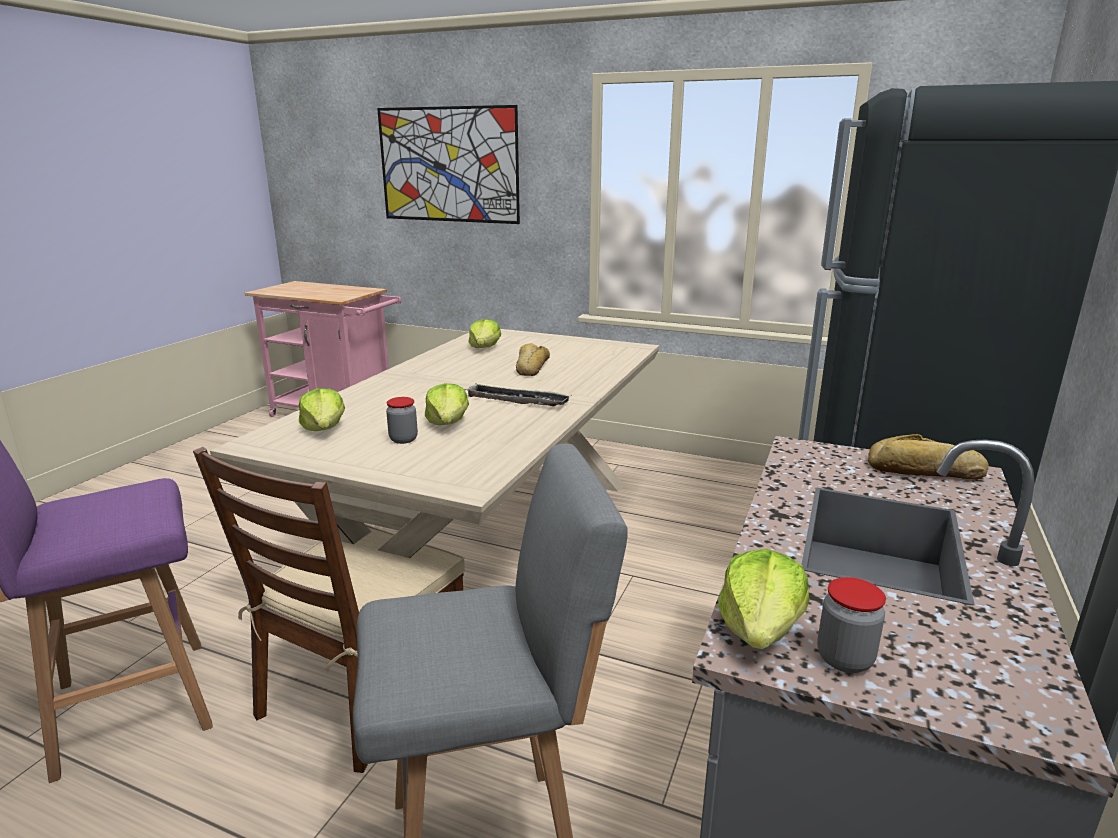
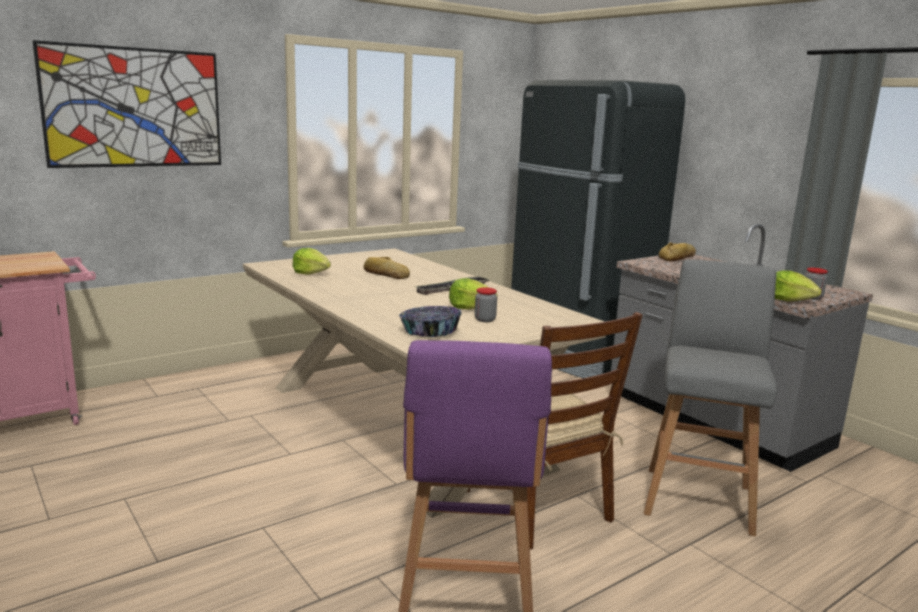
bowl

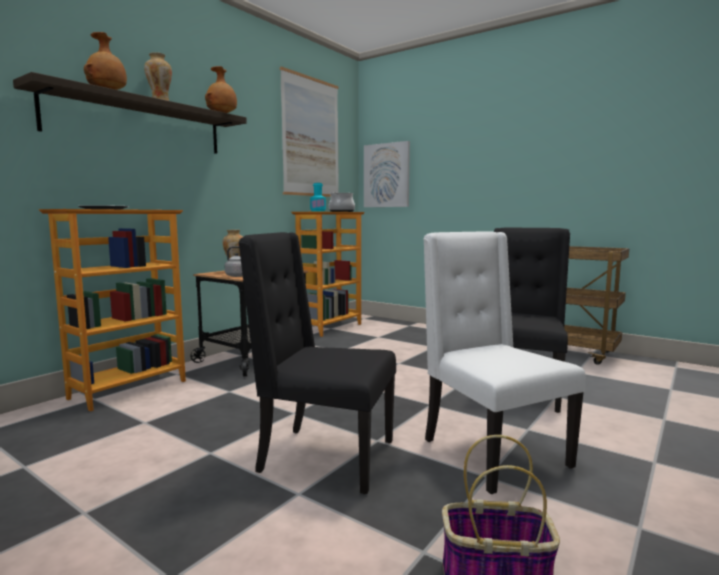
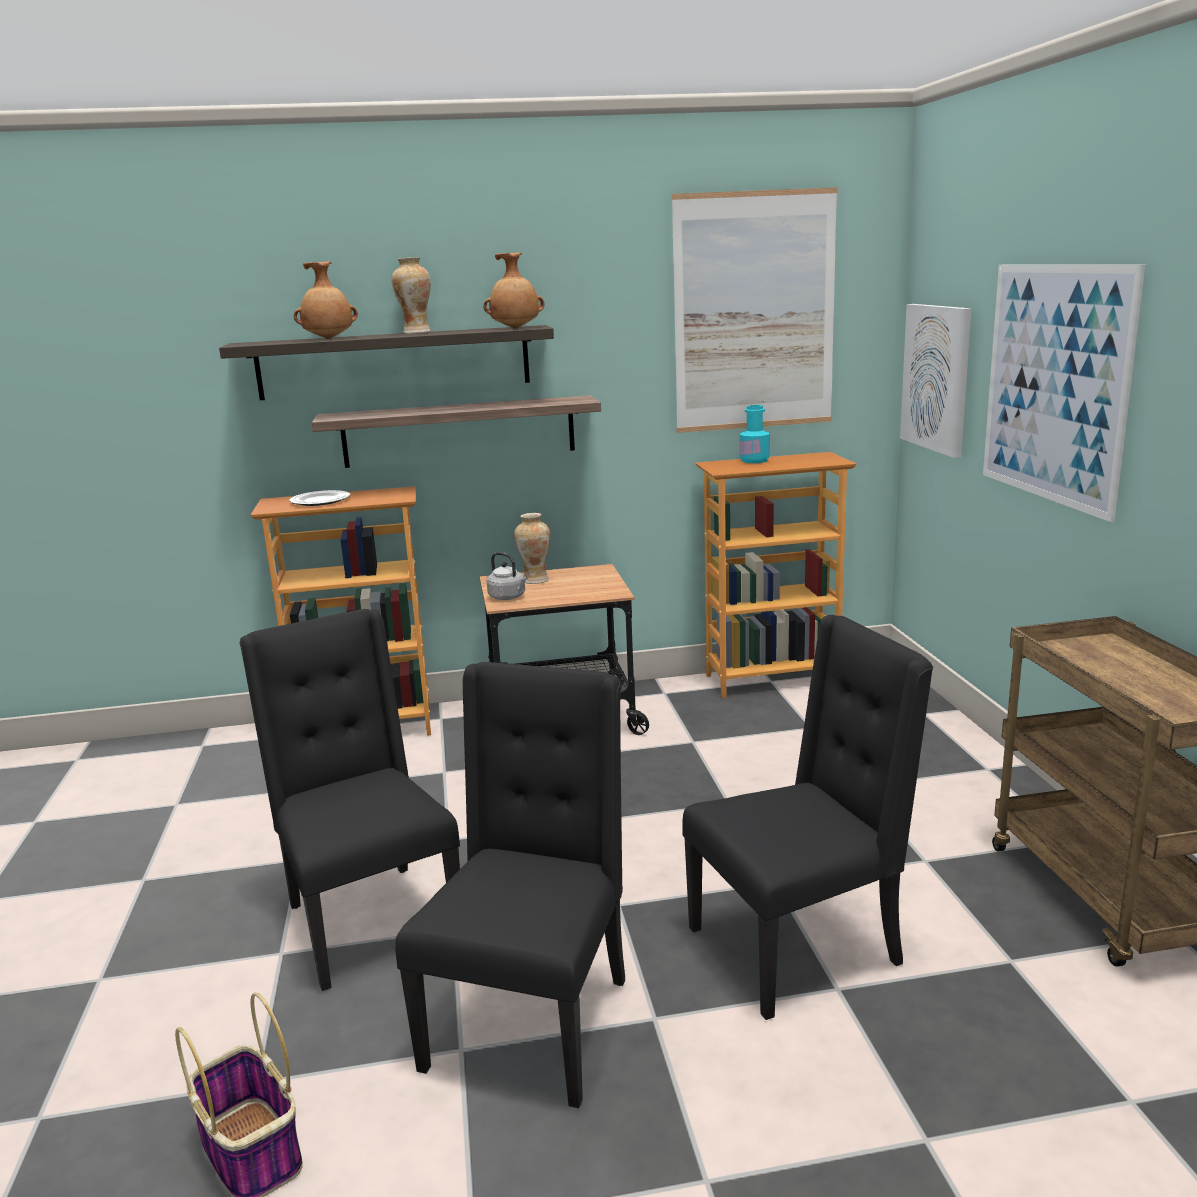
shelf (2nd from left)
black chair (2nd from left)
picture (3rd from left)
cooking pot

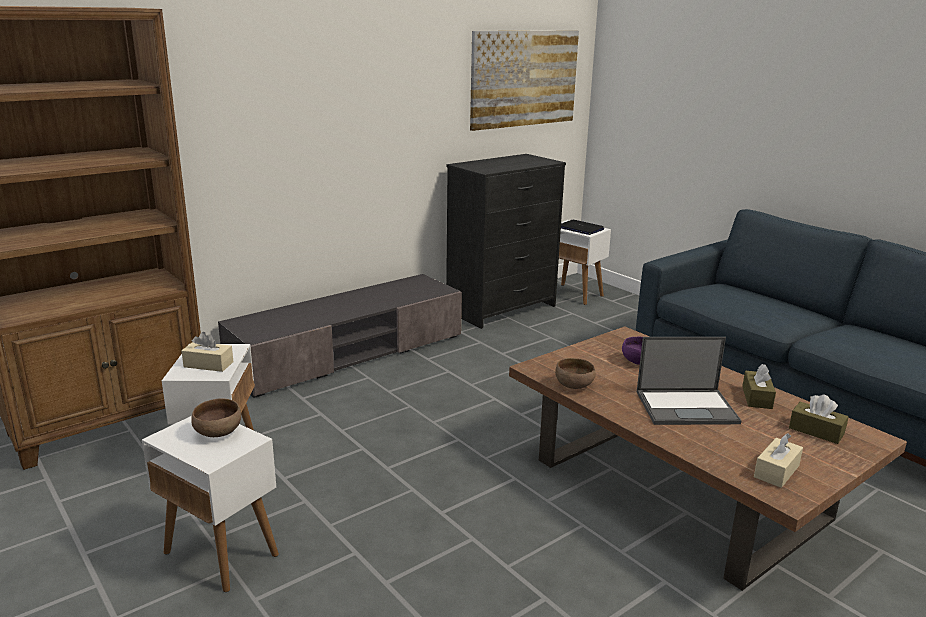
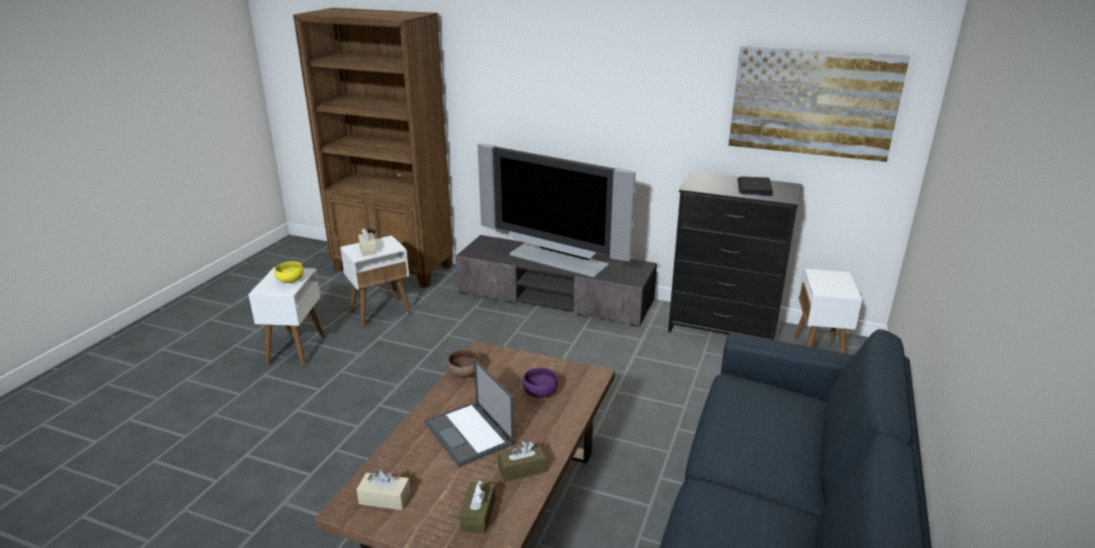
yellow bowl
television
laptop (2nd from left)

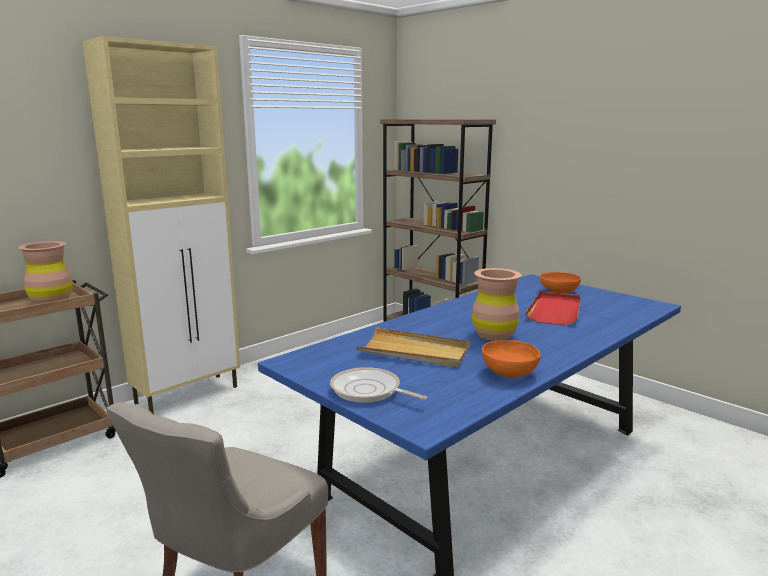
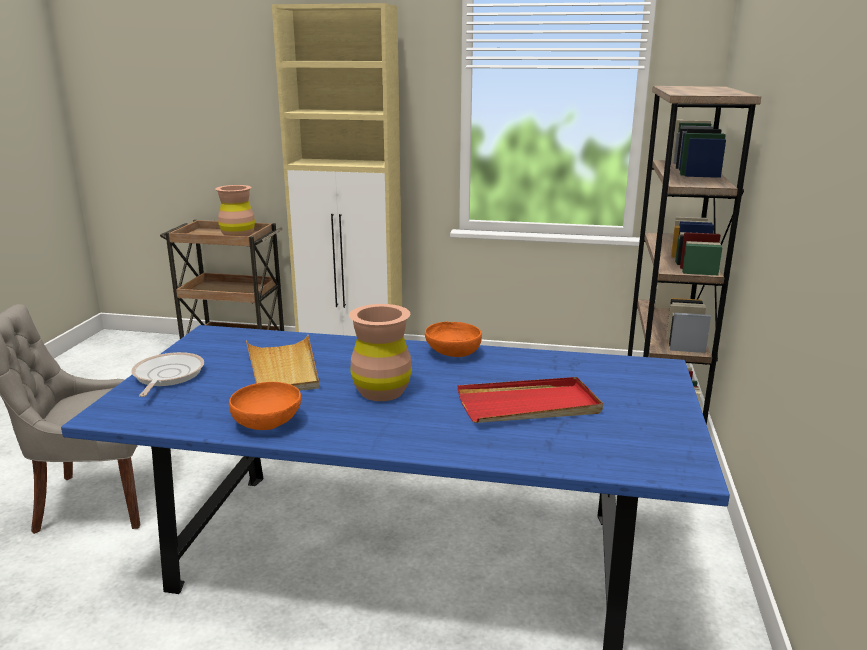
orange bowl (2nd from left)

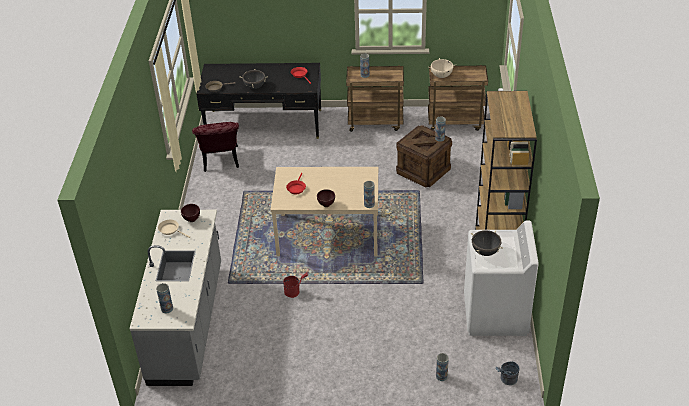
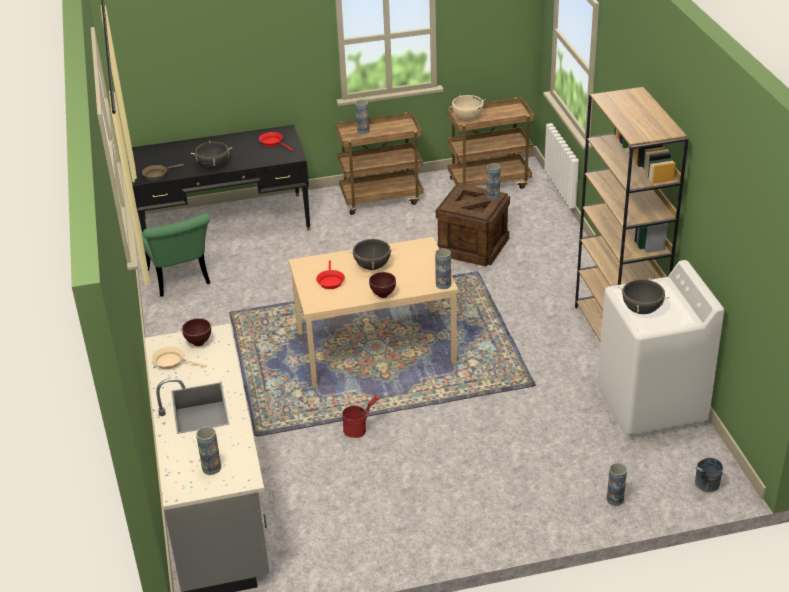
green chair
black cooking pot (2nd from left)

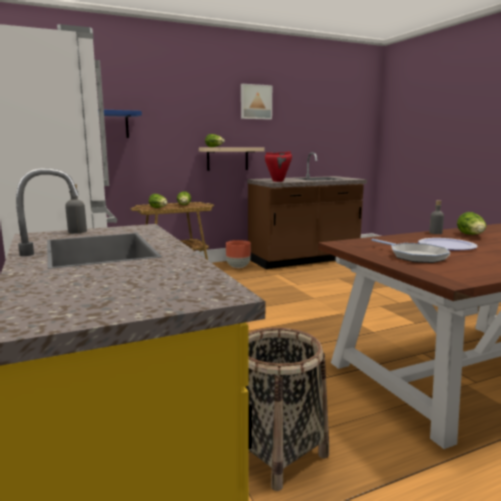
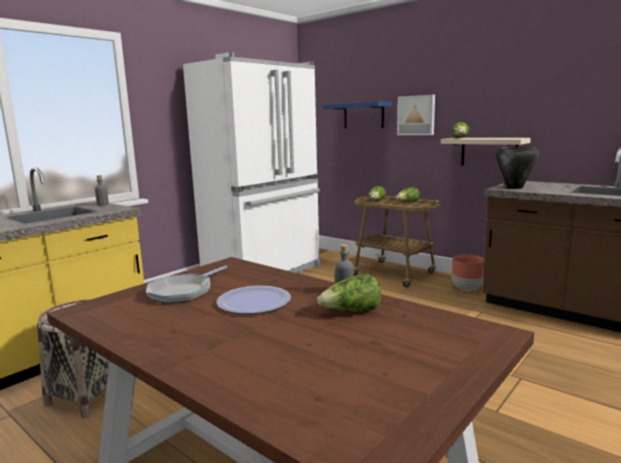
picture
black cooking pot

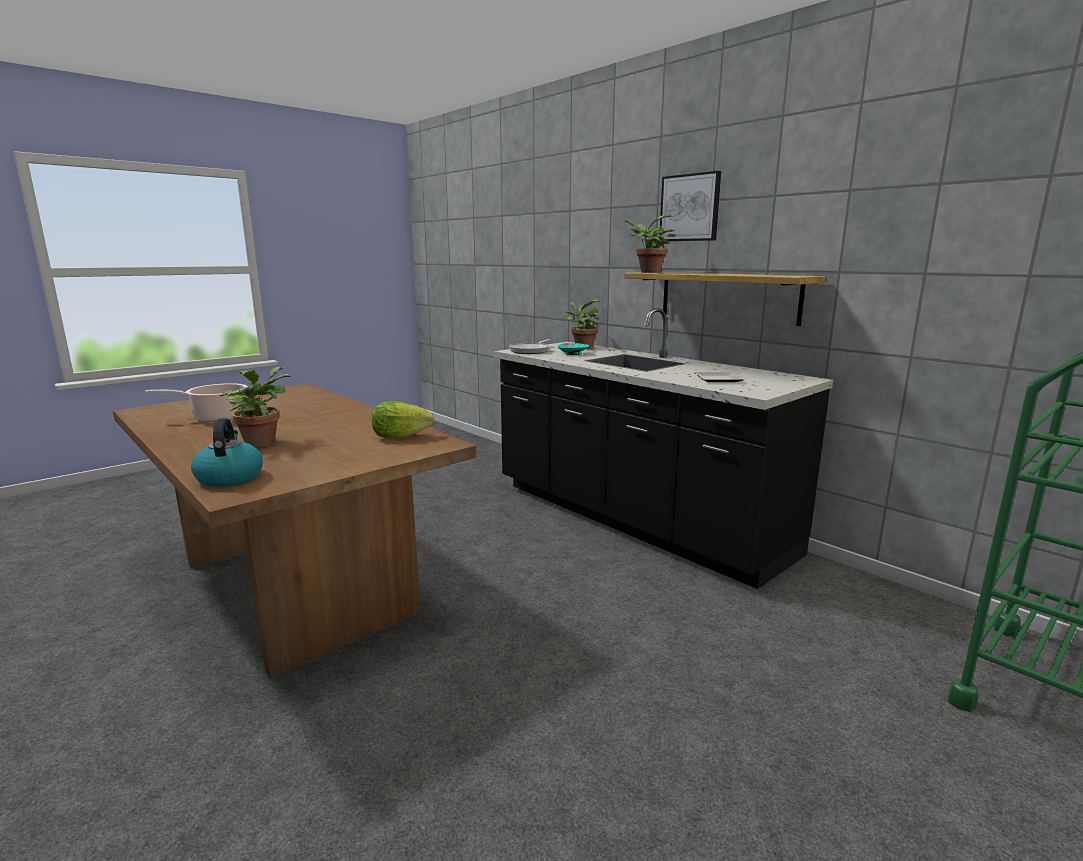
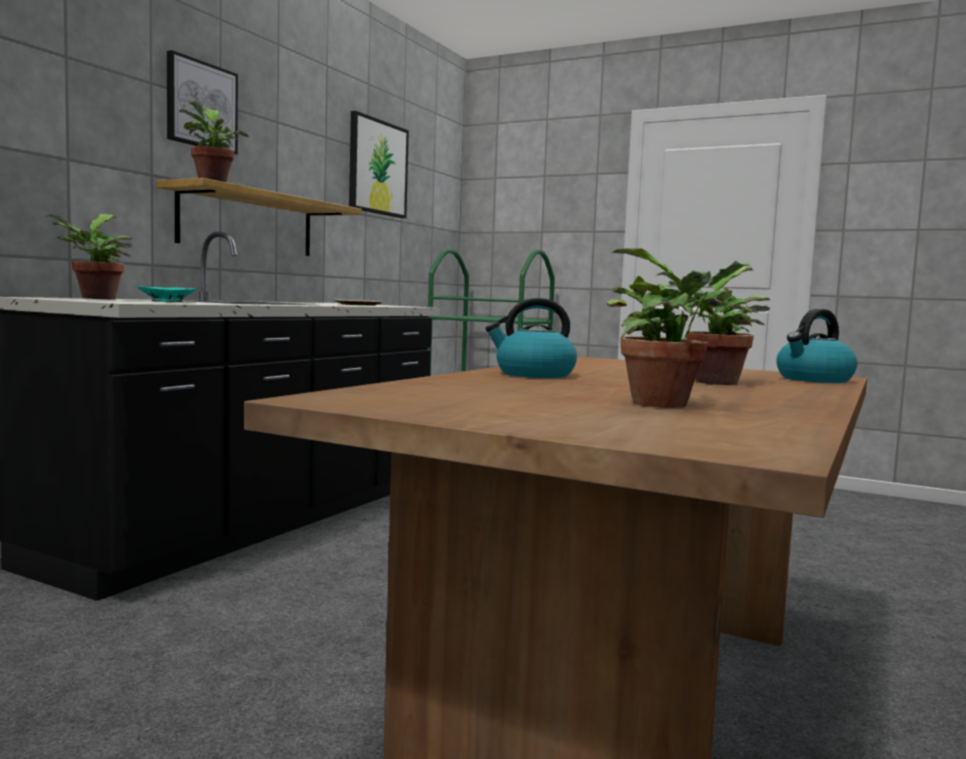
picture (2nd from left)
kettle (1st from left)
potted plant (3rd from left)
lettuce
frying pan

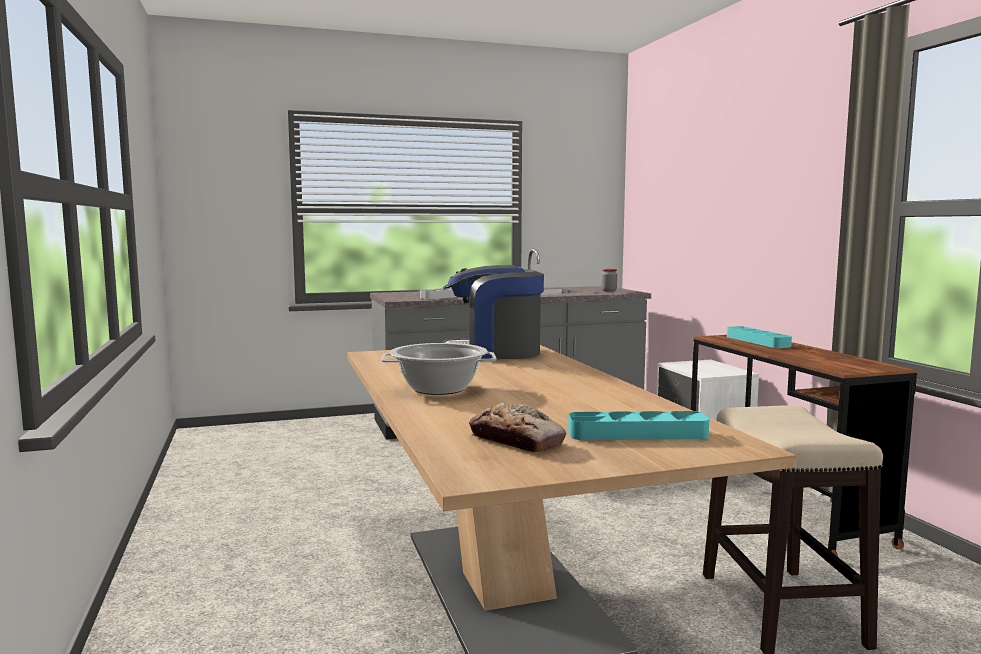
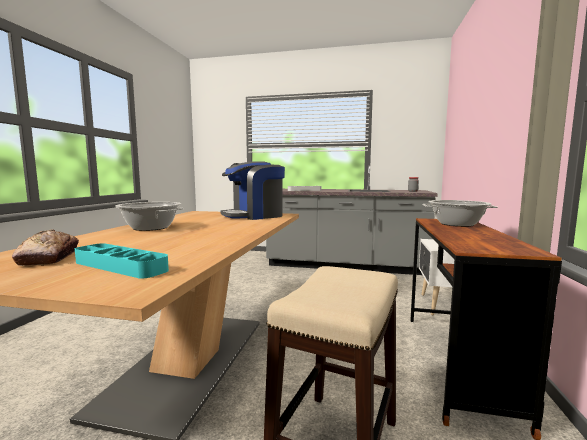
coffee machine
cooking pot (2nd from left)

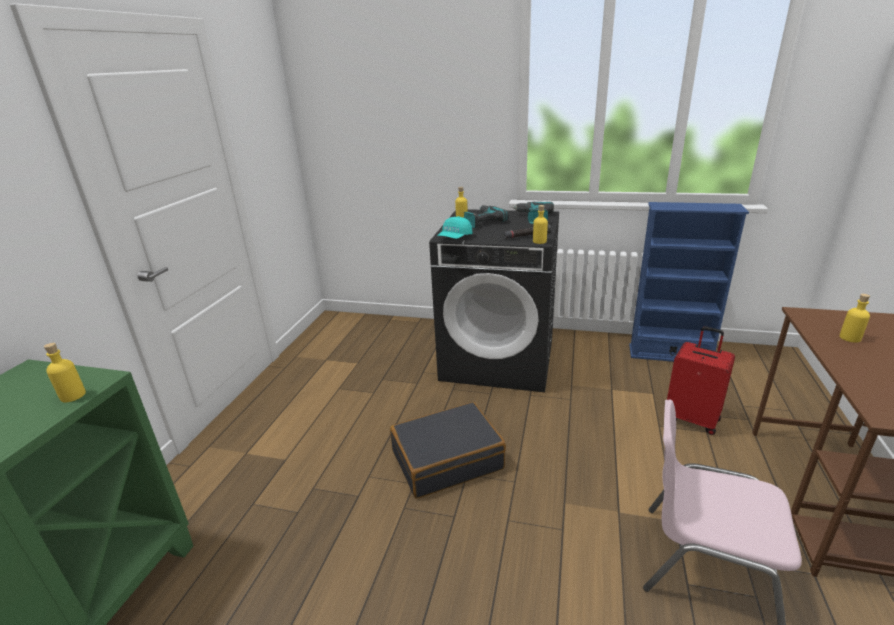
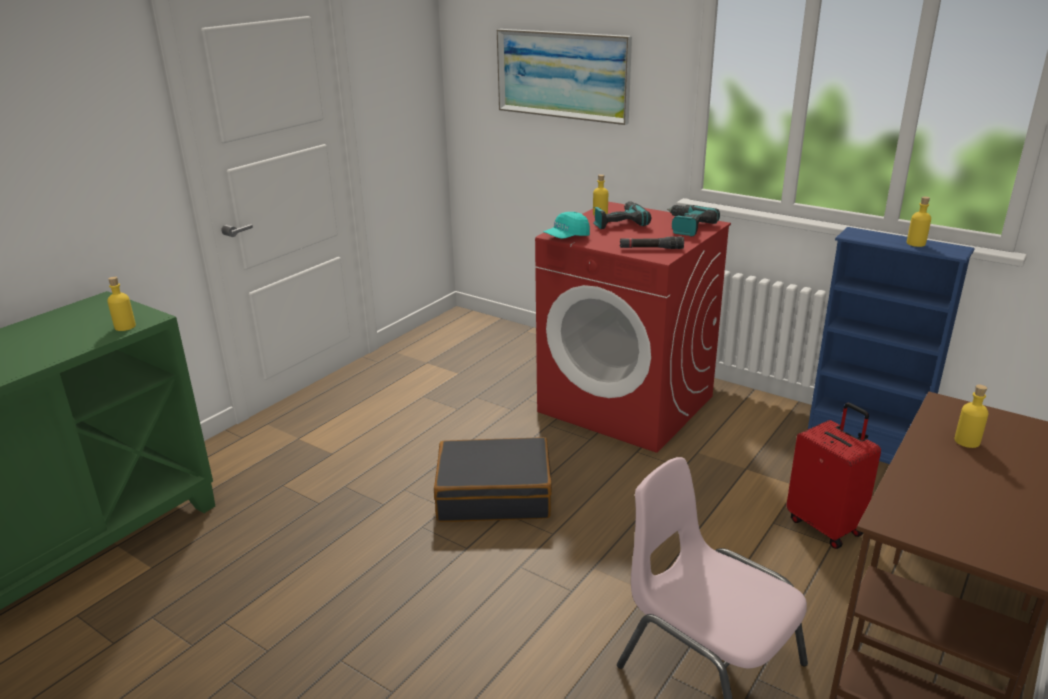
picture
red washing machine
yellow bottle (3rd from left)

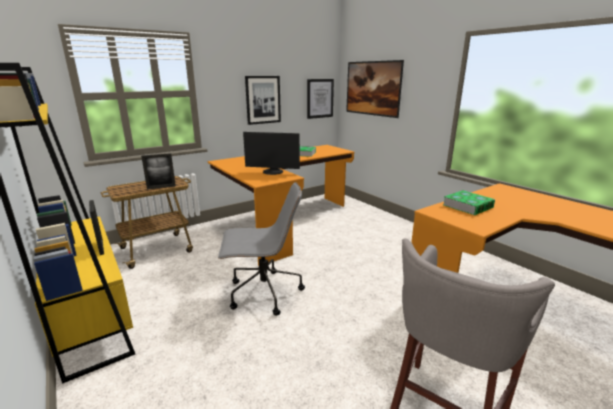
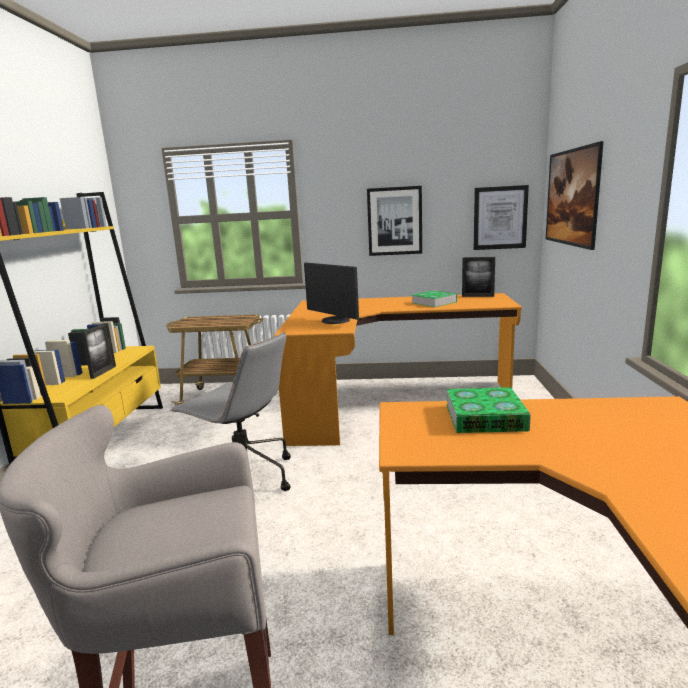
picture frame (2nd from left)

